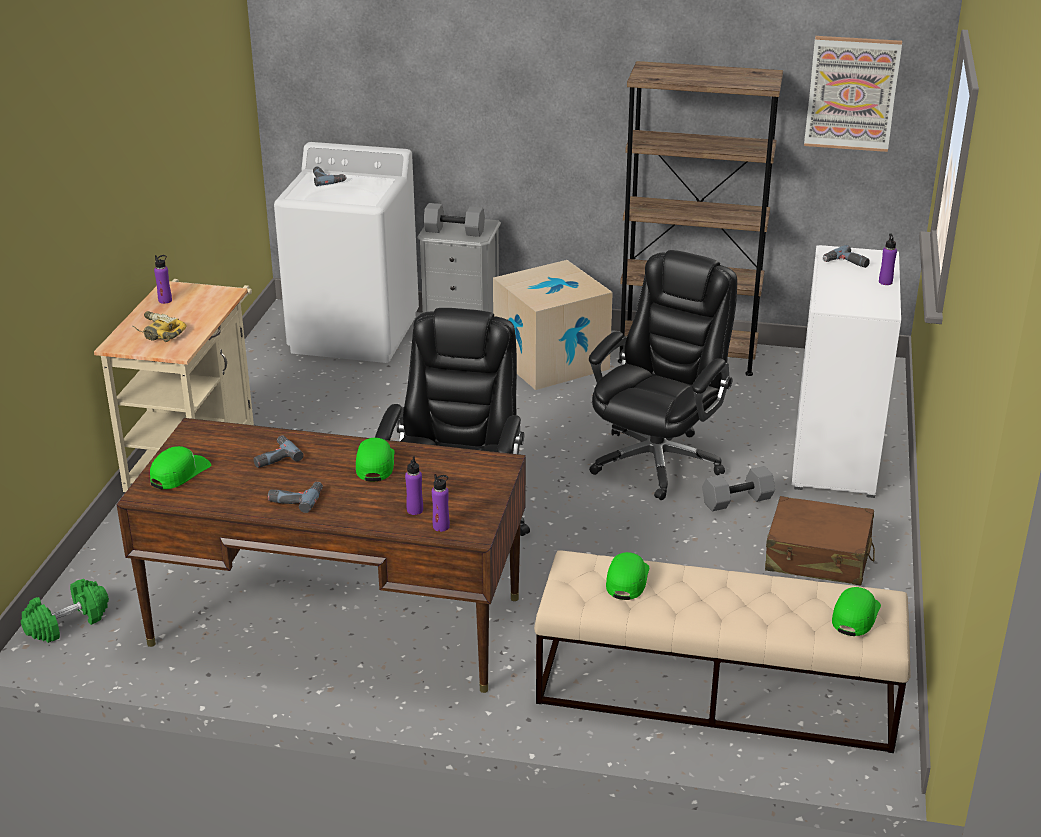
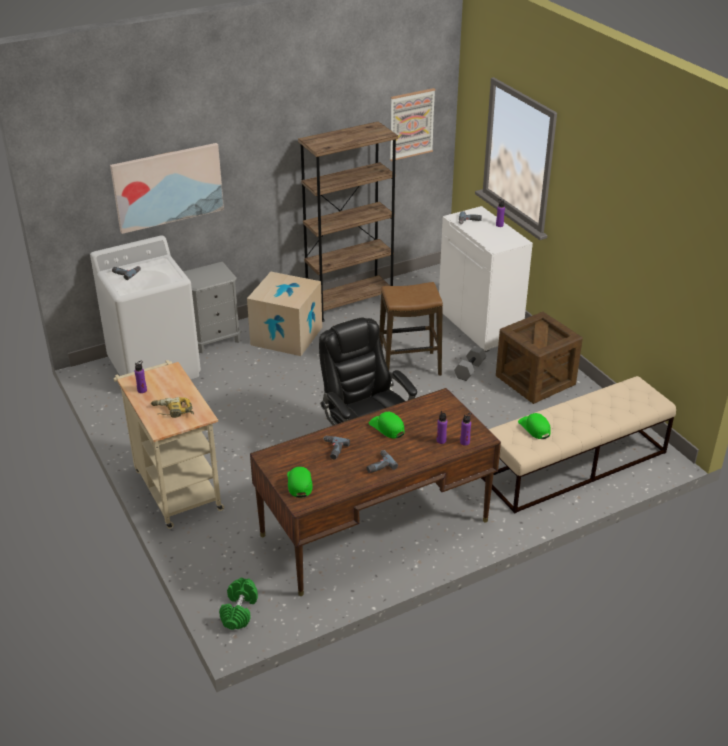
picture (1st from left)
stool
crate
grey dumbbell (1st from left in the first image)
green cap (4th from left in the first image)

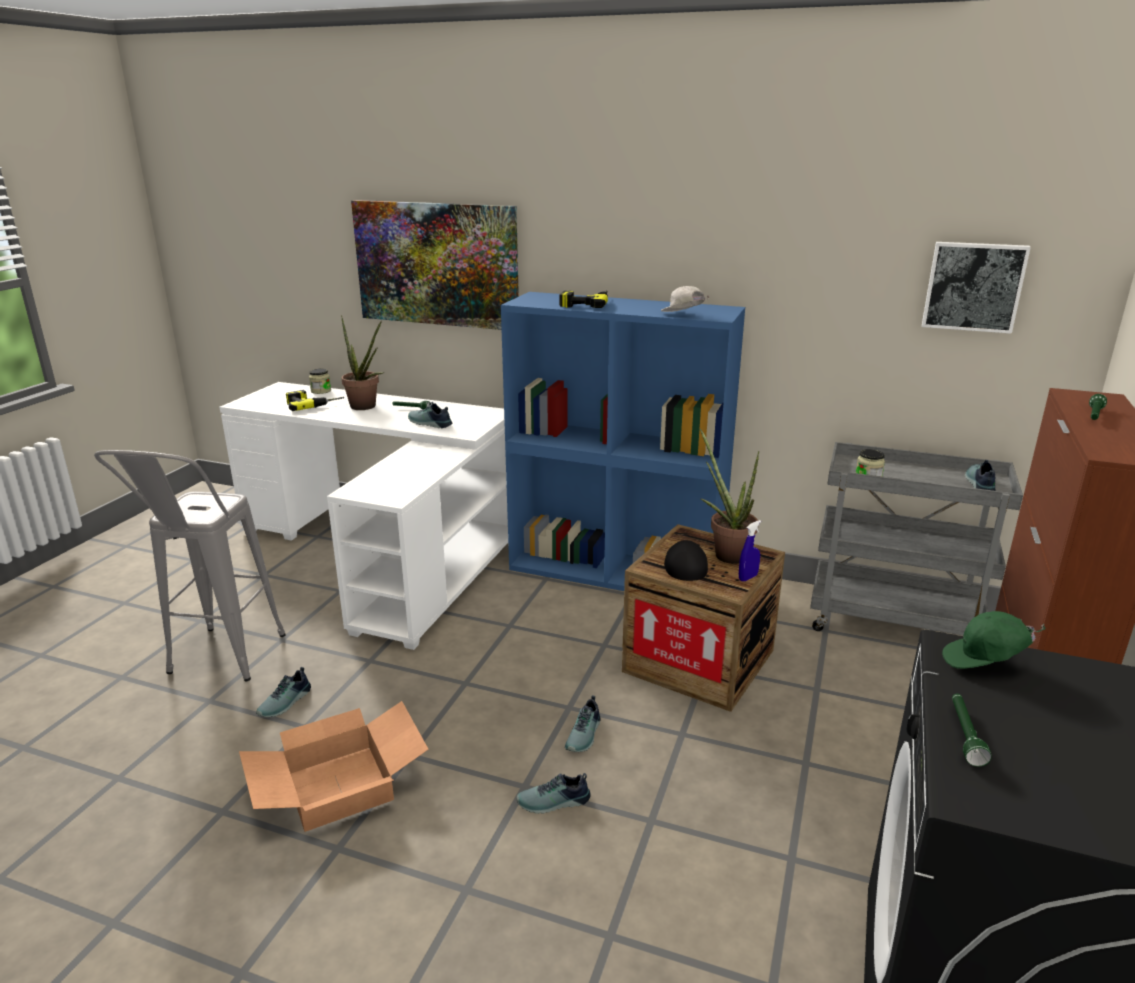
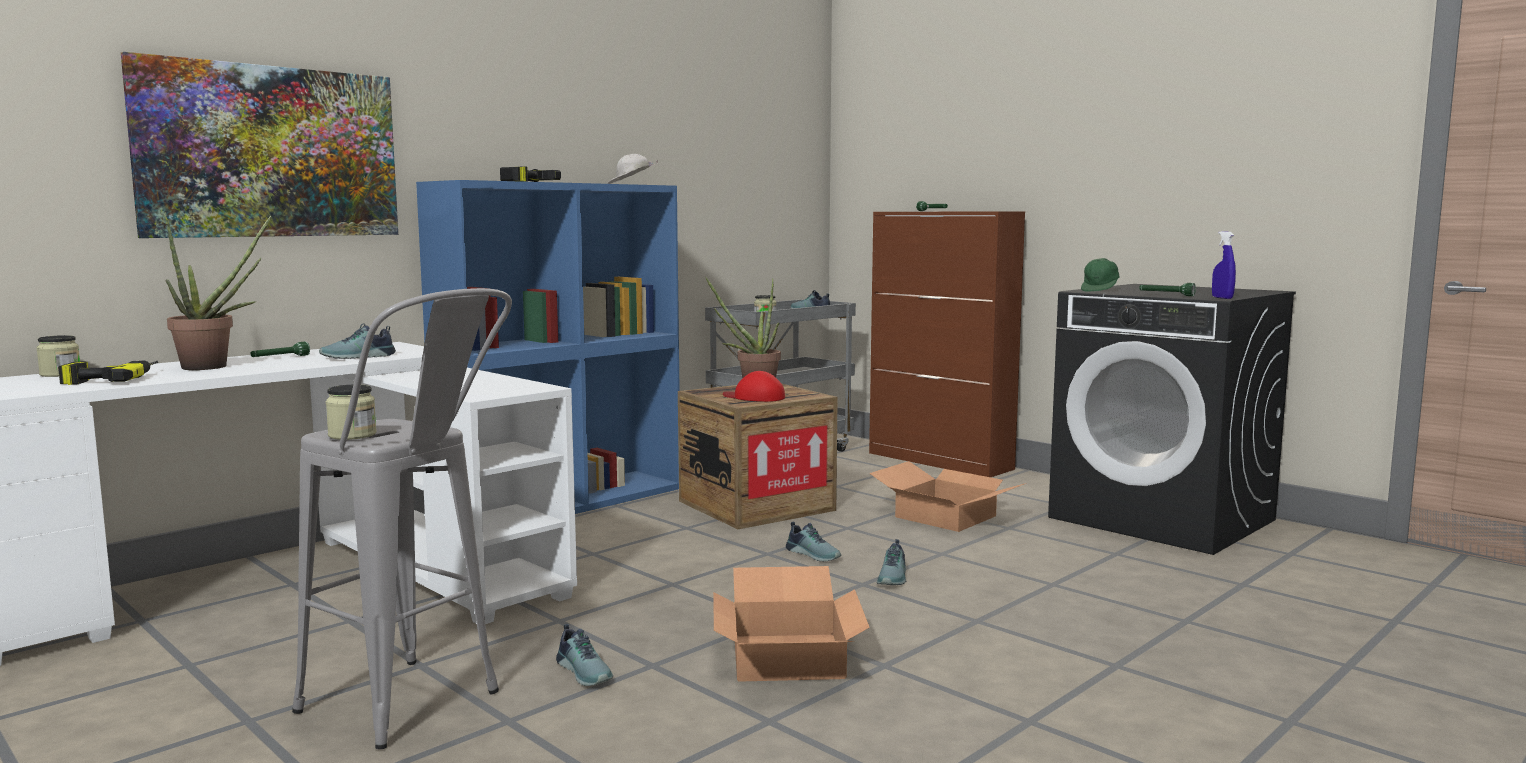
jar (2nd from left)
red cap
cardboard box (2nd from left)
blue spray bottle
picture (2nd from left in the first image)

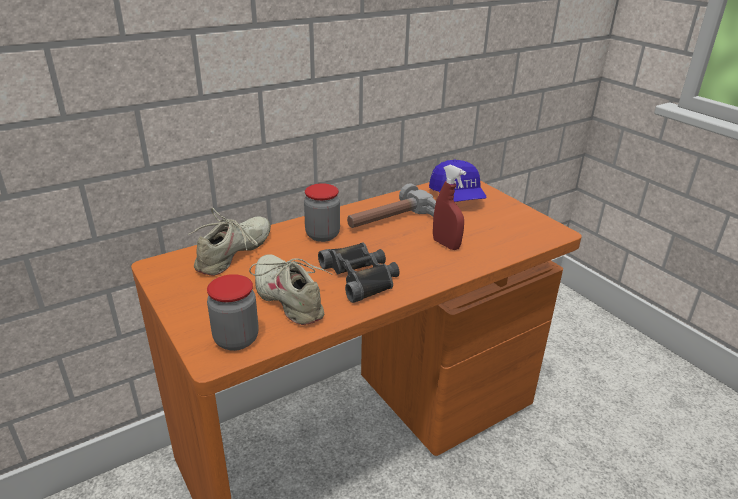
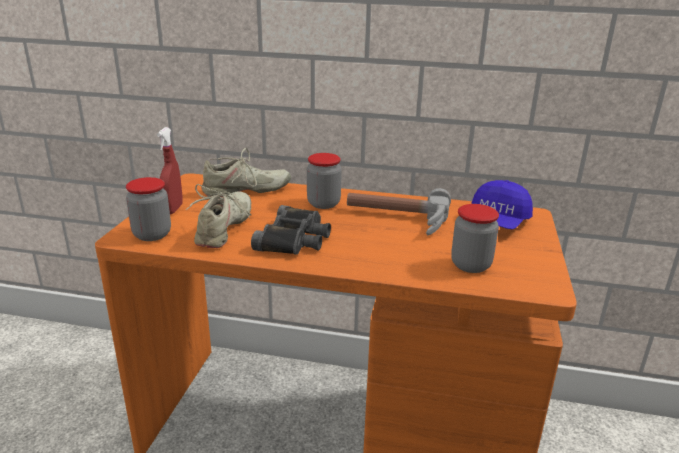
red spray bottle
jar (3rd from left)

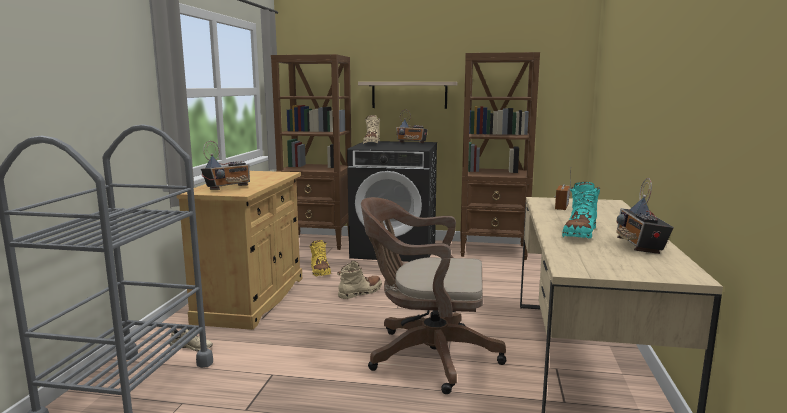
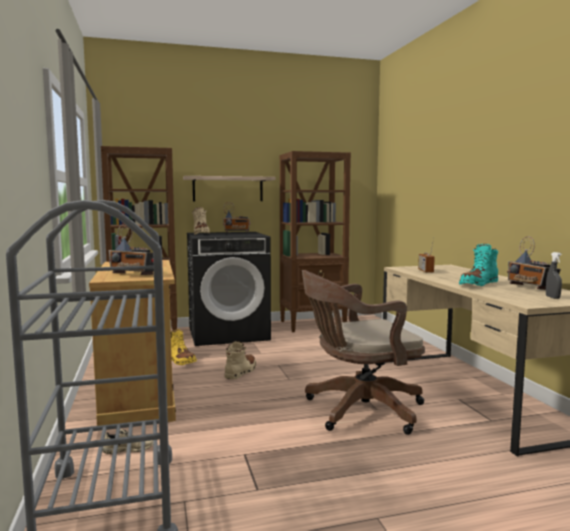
radio (1st from left)
turquoise boot
grey spray bottle

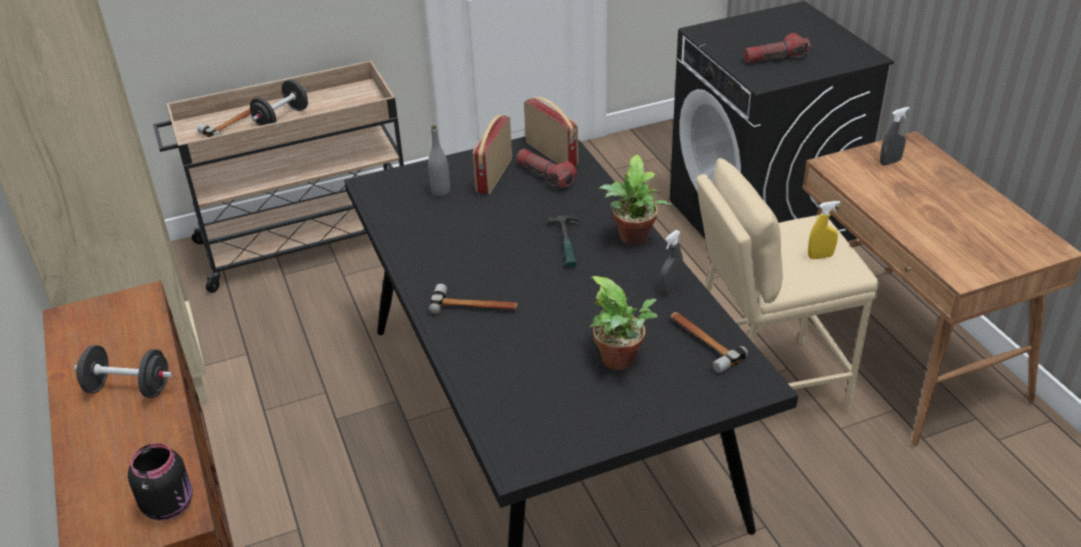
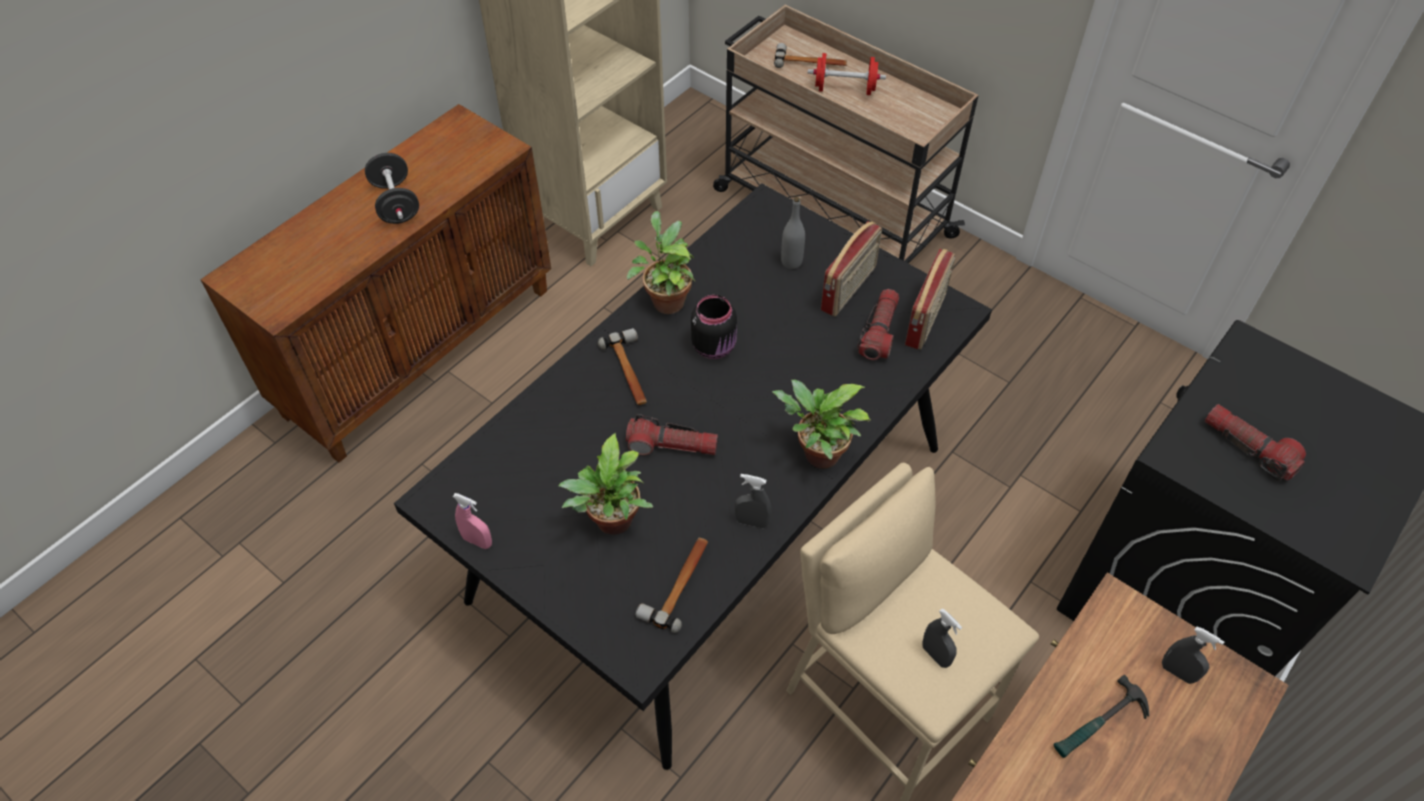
pink spray bottle
potted plant (2nd from left)
flashlight (1st from left)
black jar
red dumbbell
radio (1st from left)
grey spray bottle (2nd from left)
hammer (4th from left)

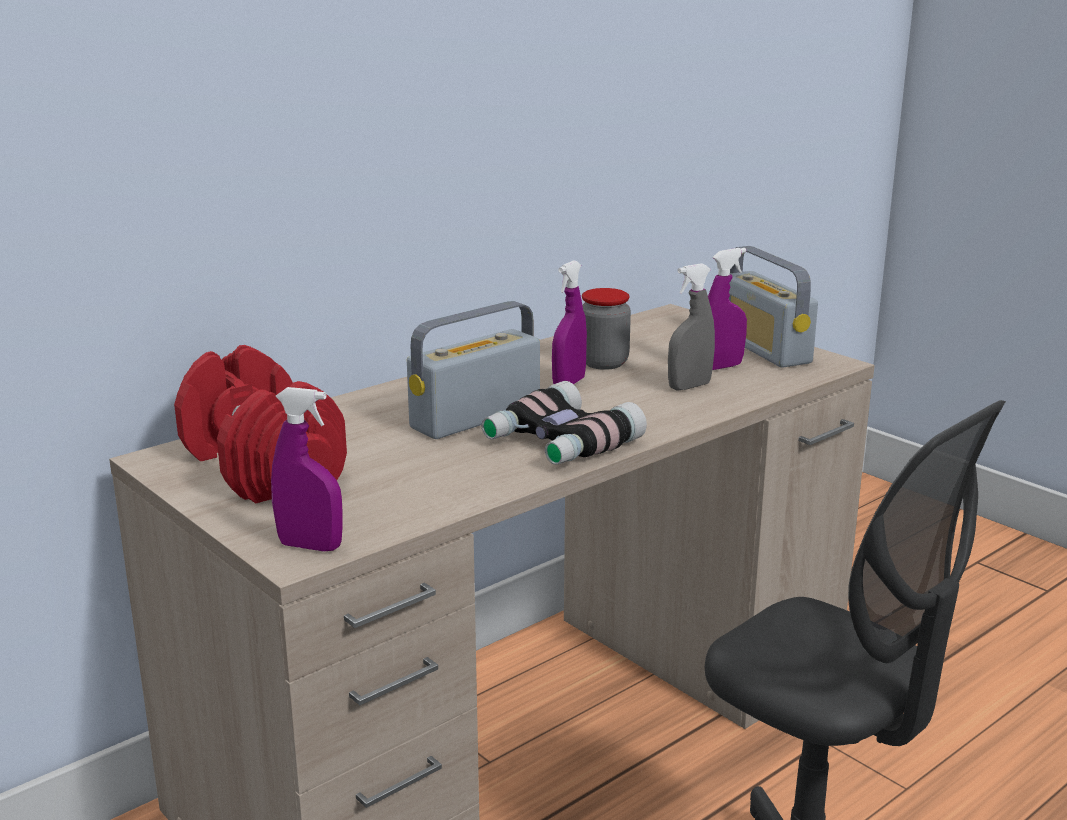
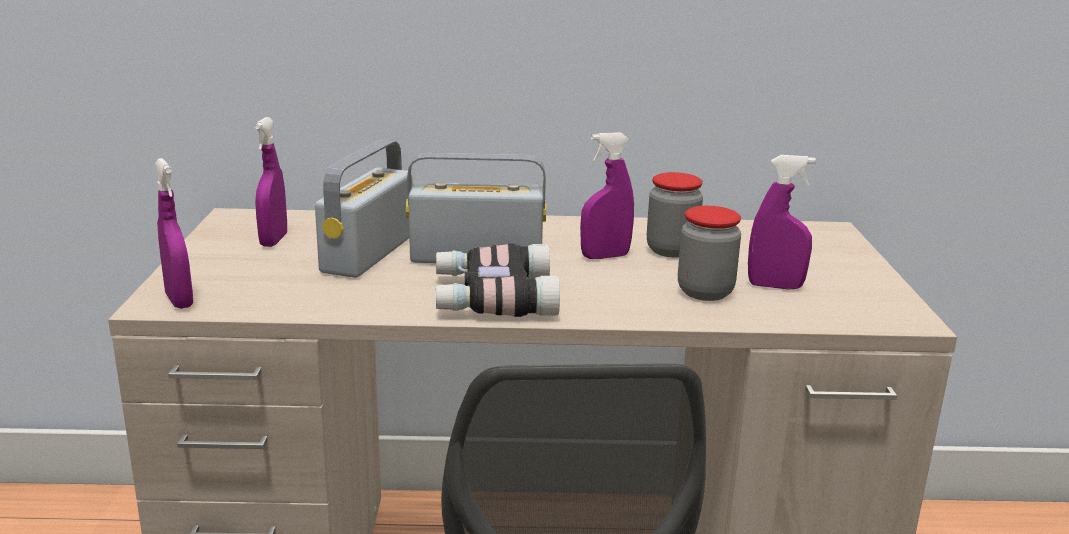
purple spray bottle (2nd from left)
radio (1st from left)
jar (2nd from left)

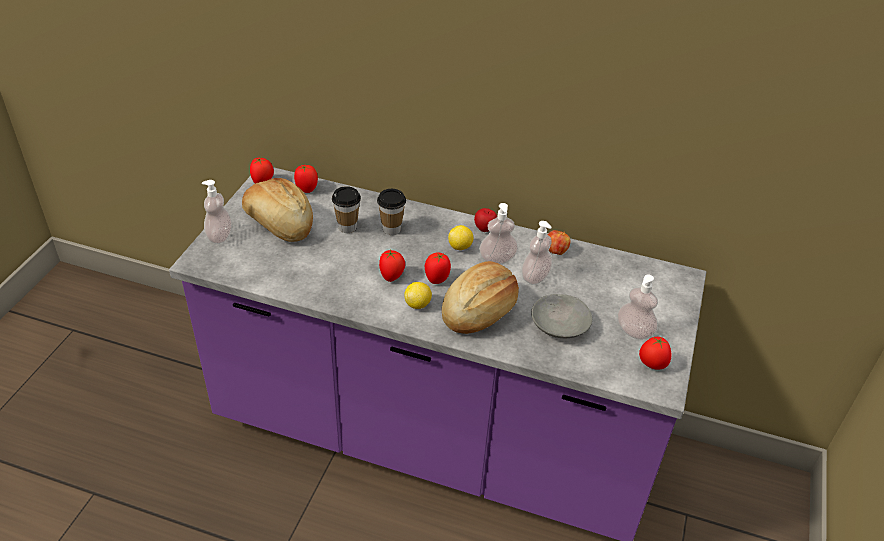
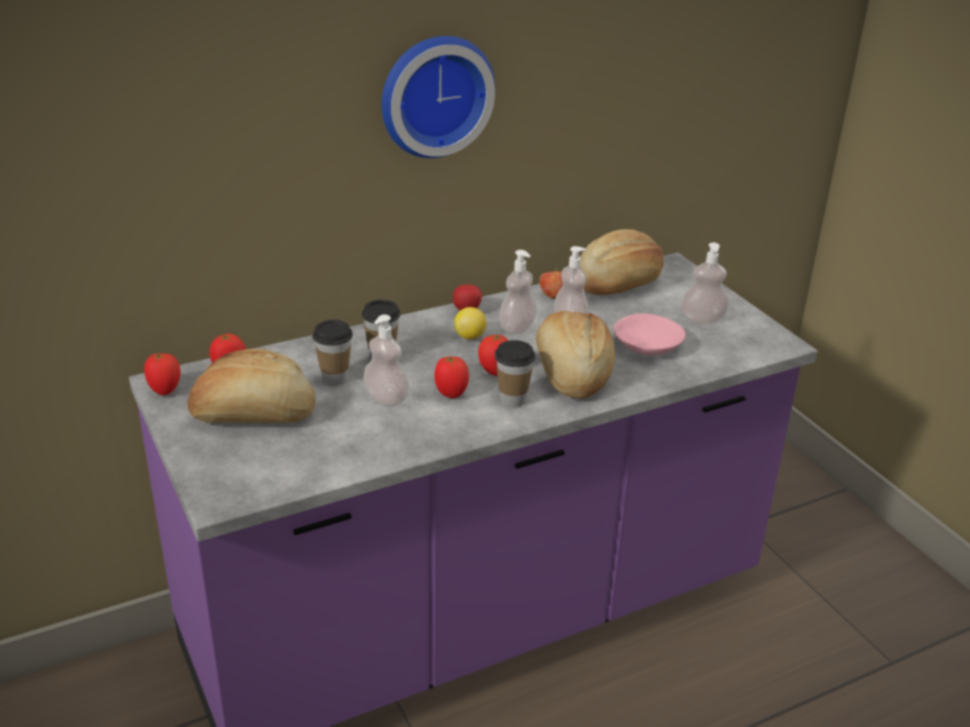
soap dispenser (1st from left)
wall clock
cup (3rd from left)
bread (3rd from left)
pink bowl
tomato (5th from left in the first image)

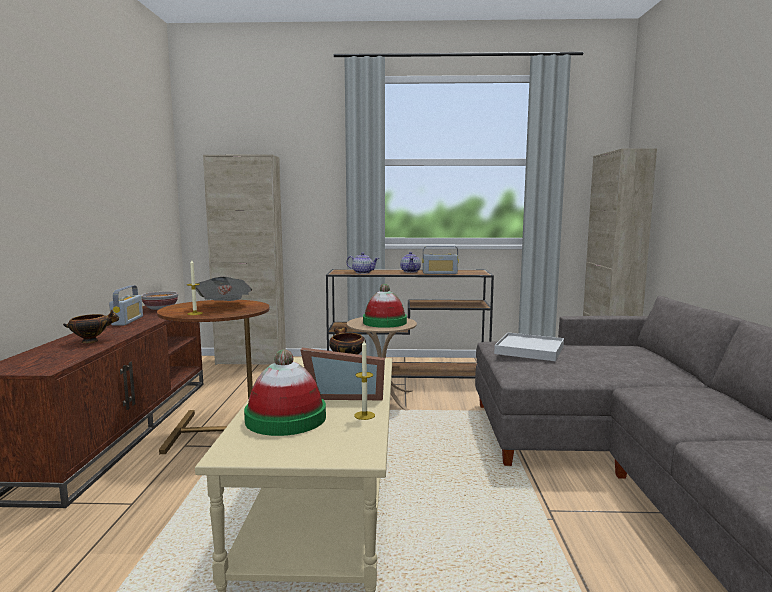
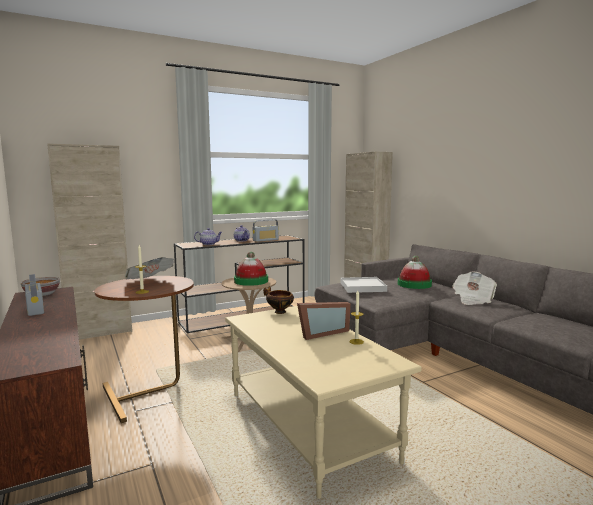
hat (2nd from left)
newspaper (2nd from left)
bowl (1st from left in the first image)

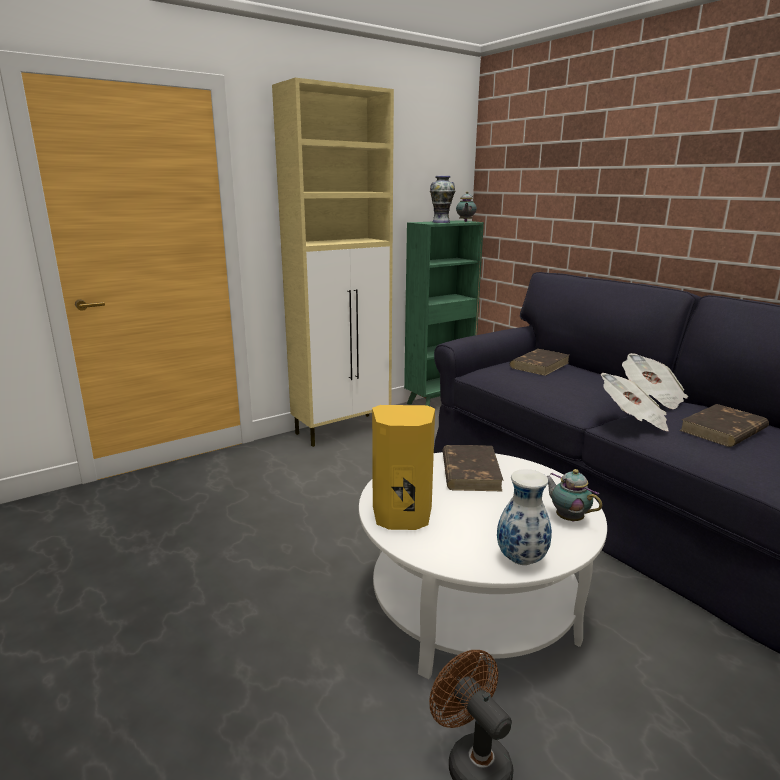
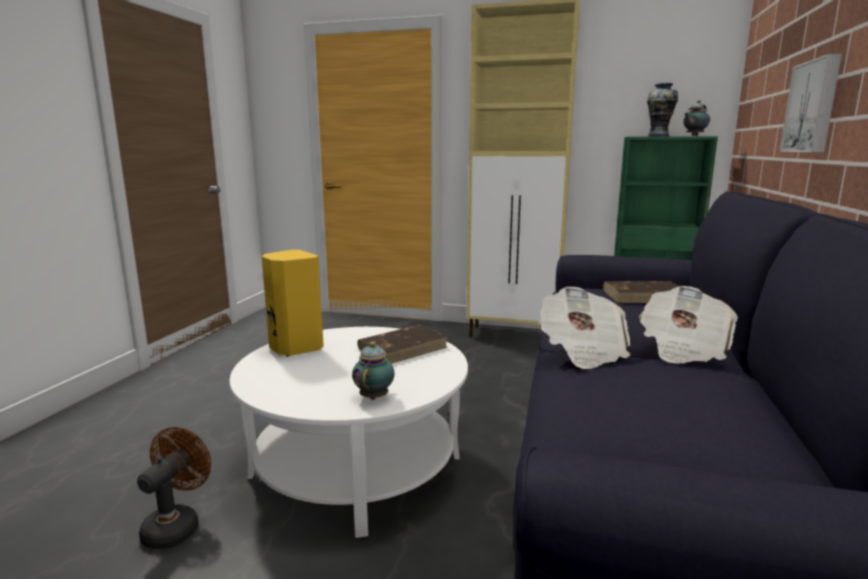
picture
vase (2nd from left in the first image)
brown book (3rd from left in the first image)

